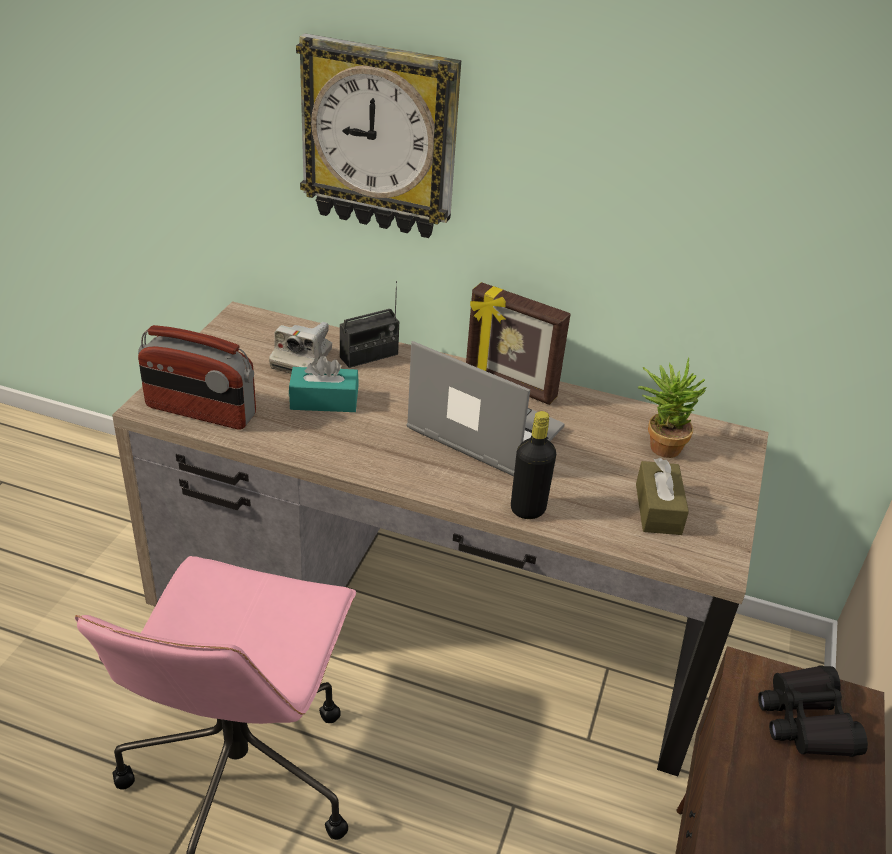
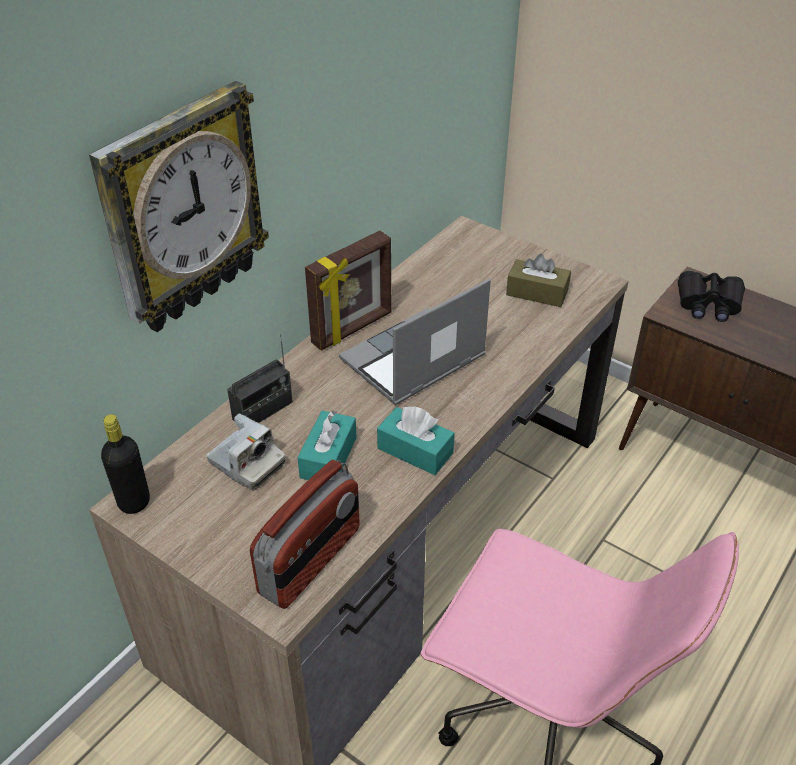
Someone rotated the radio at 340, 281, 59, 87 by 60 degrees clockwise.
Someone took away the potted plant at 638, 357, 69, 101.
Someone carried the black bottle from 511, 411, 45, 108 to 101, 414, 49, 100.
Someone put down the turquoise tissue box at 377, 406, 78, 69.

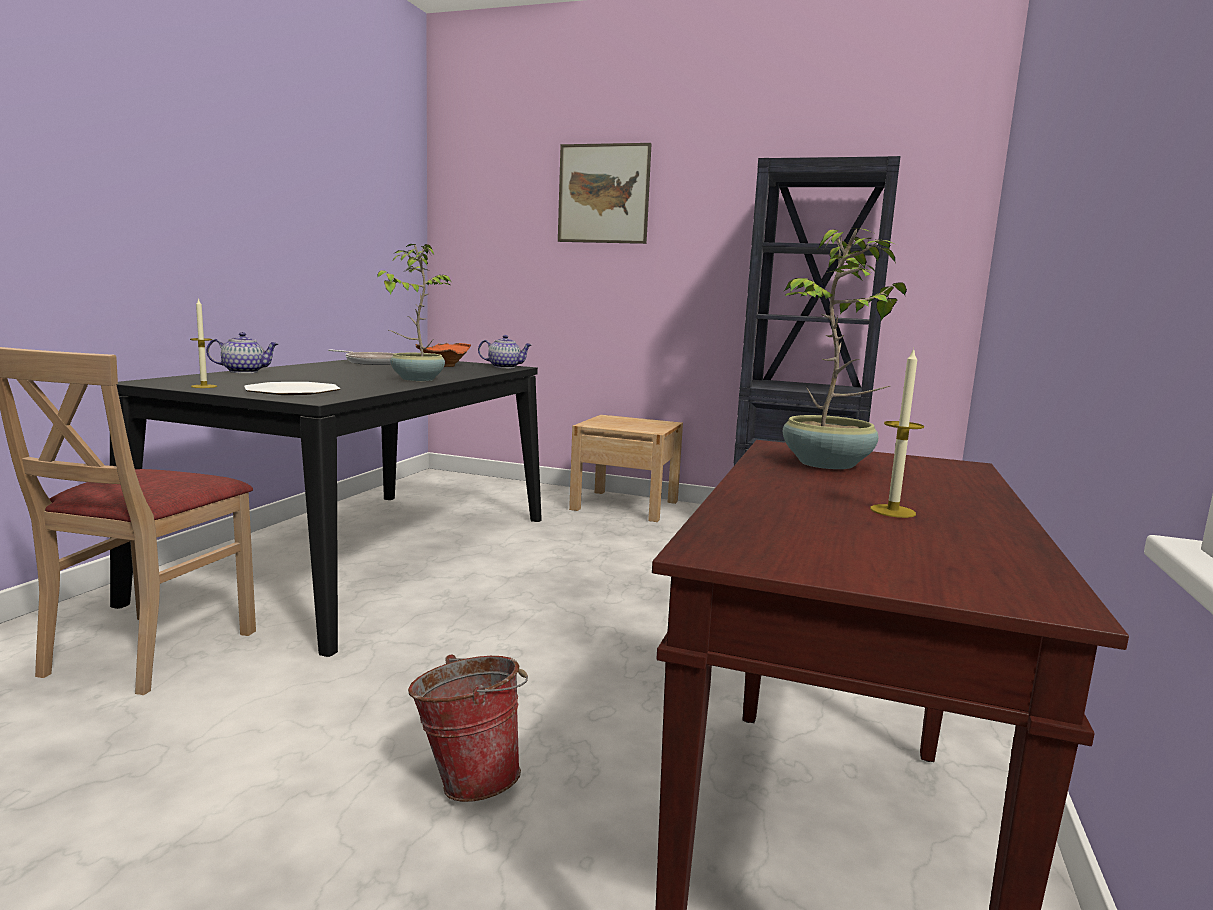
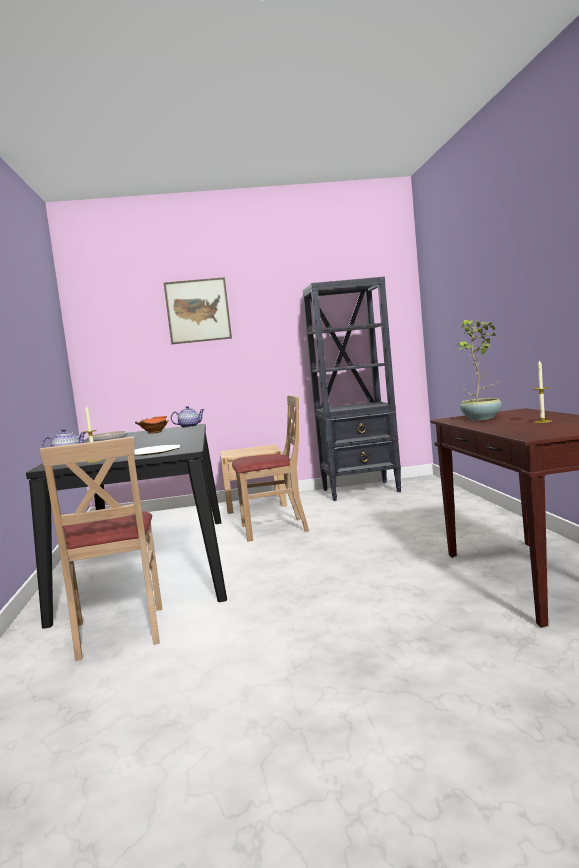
Someone took away the potted plant at 377, 244, 74, 137.
Someone took away the bucket at 408, 654, 120, 148.
Someone put down the beige chair at 232, 395, 77, 147.

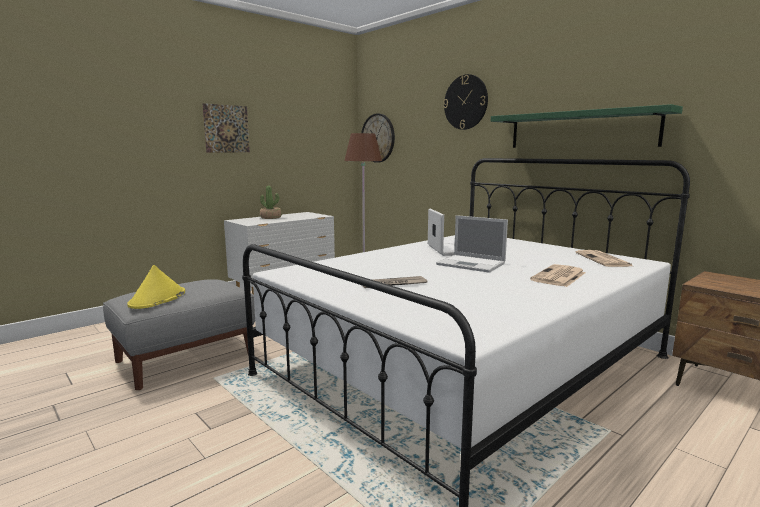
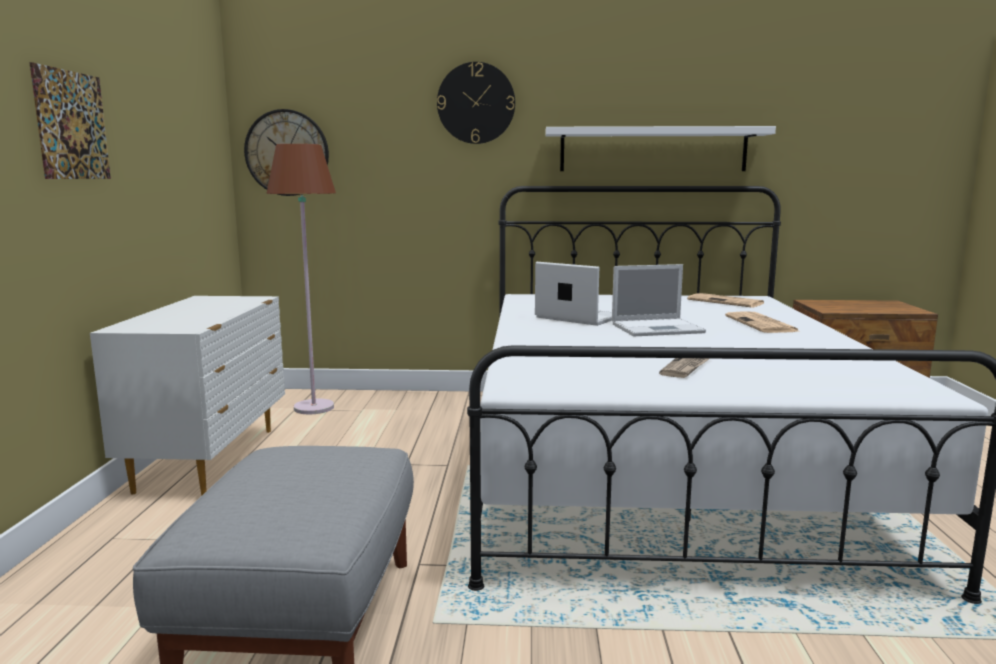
Someone repainted the green shelf at 491, 104, 192, 44, which became the white shelf at 545, 126, 231, 45.
Someone took away the potted plant at 260, 186, 22, 33.
Someone took away the yellow hat at 127, 265, 58, 44.

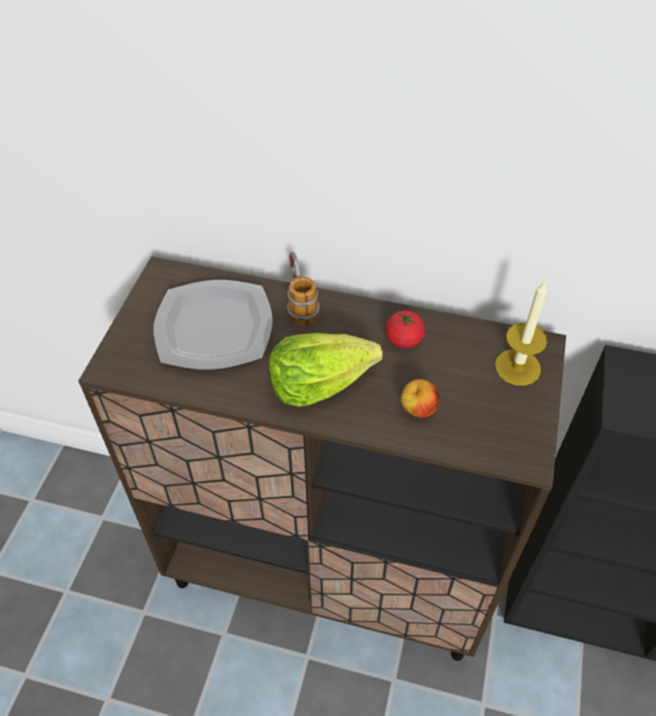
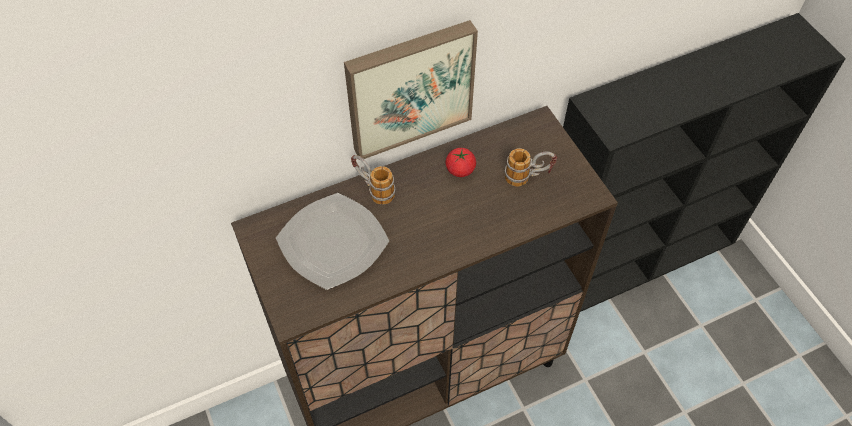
Someone took away the candle at 495, 281, 53, 105.
Someone took away the lettuce at 268, 333, 115, 74.
Someone took away the apple at 401, 379, 39, 39.
Someone put up the picture at 344, 20, 134, 139.
Someone put down the mug at 505, 148, 52, 38.

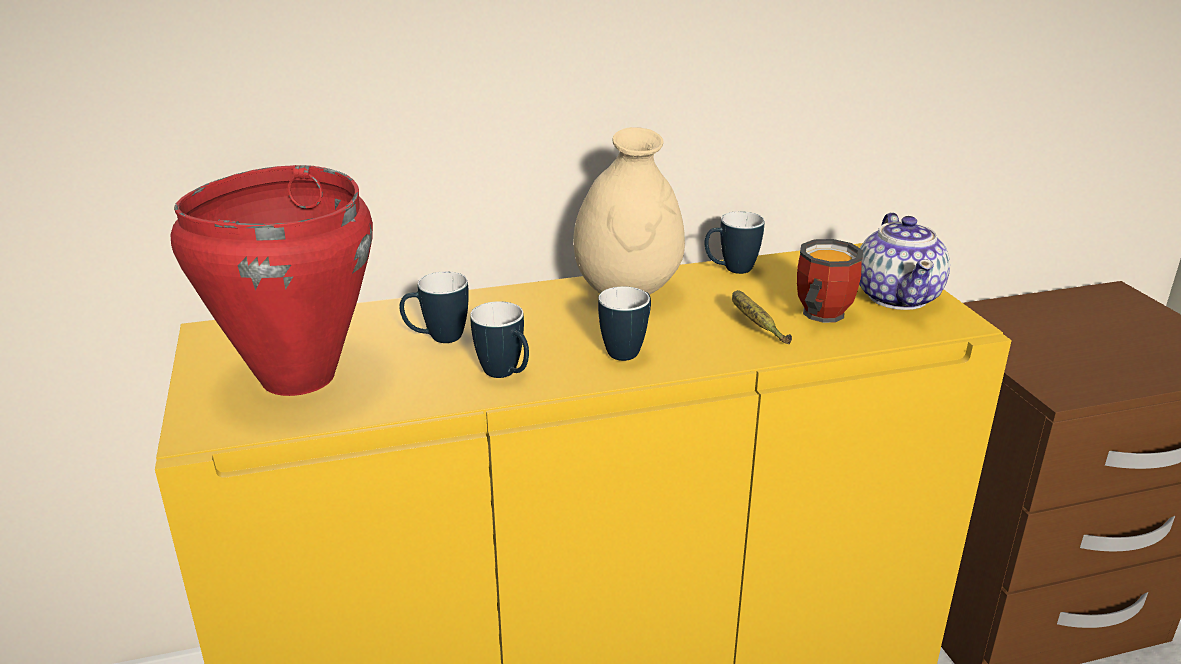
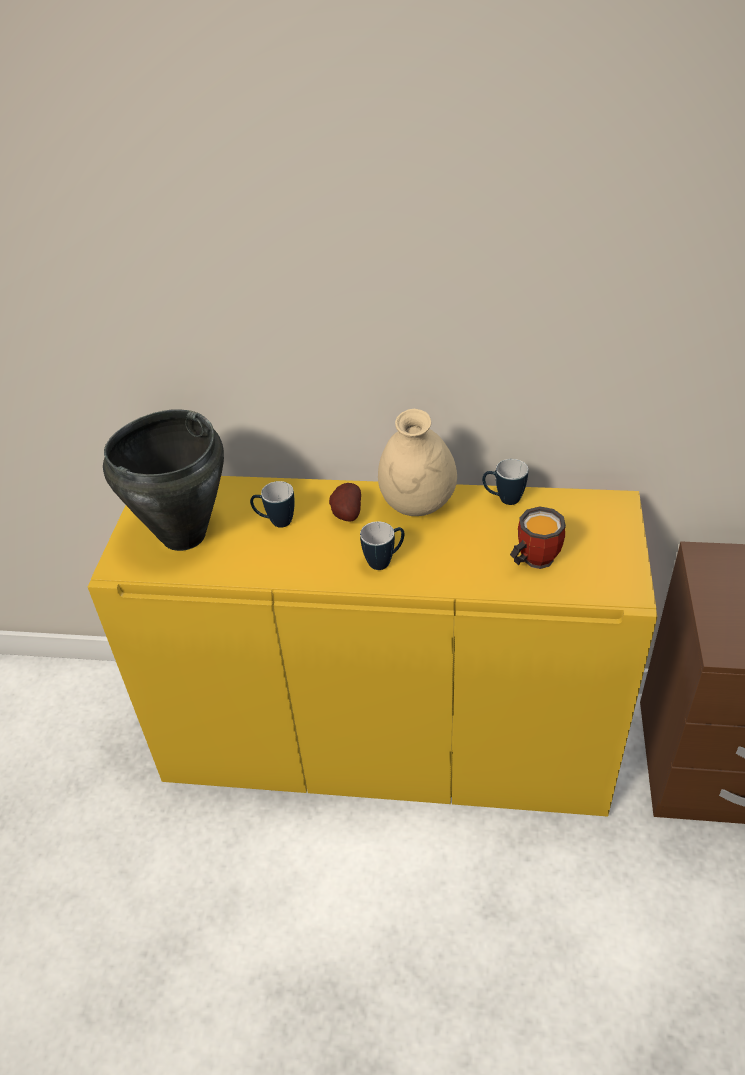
Someone repainted the red cooking pot at 170, 165, 203, 231, which became the black cooking pot at 103, 409, 121, 142.
Someone took away the teapot at 859, 212, 91, 98.
Someone took away the banana at 732, 290, 60, 55.
Someone took away the mug at 470, 301, 59, 77.
Someone put down the potato at 329, 483, 32, 38.

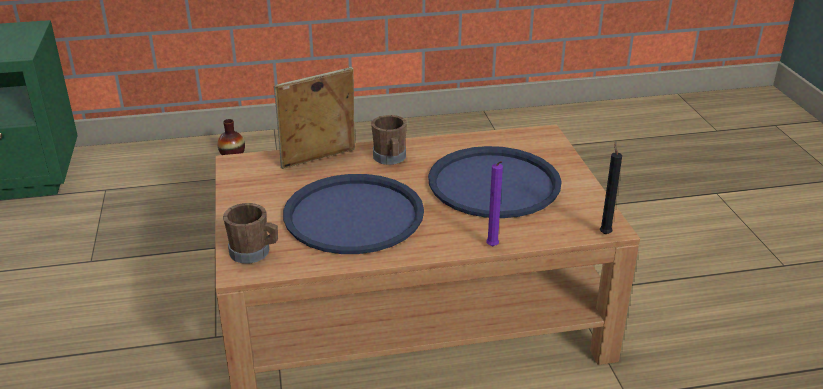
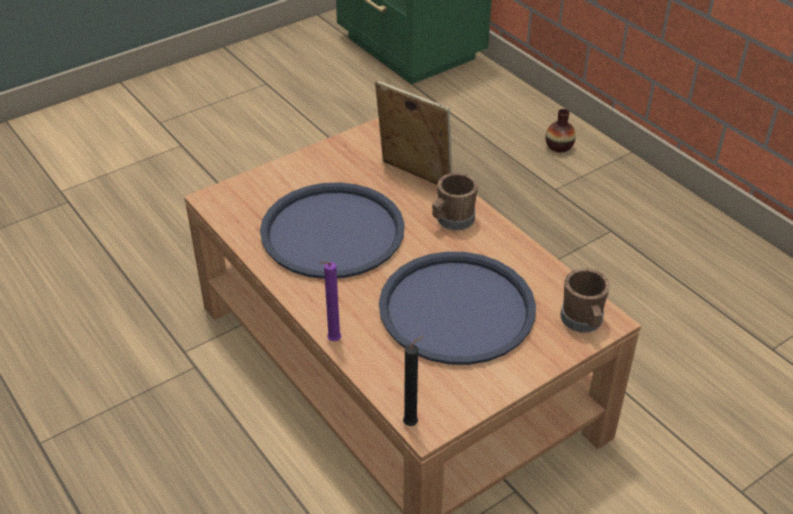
Someone carried the brown mug from 223, 203, 55, 61 to 560, 268, 50, 65.

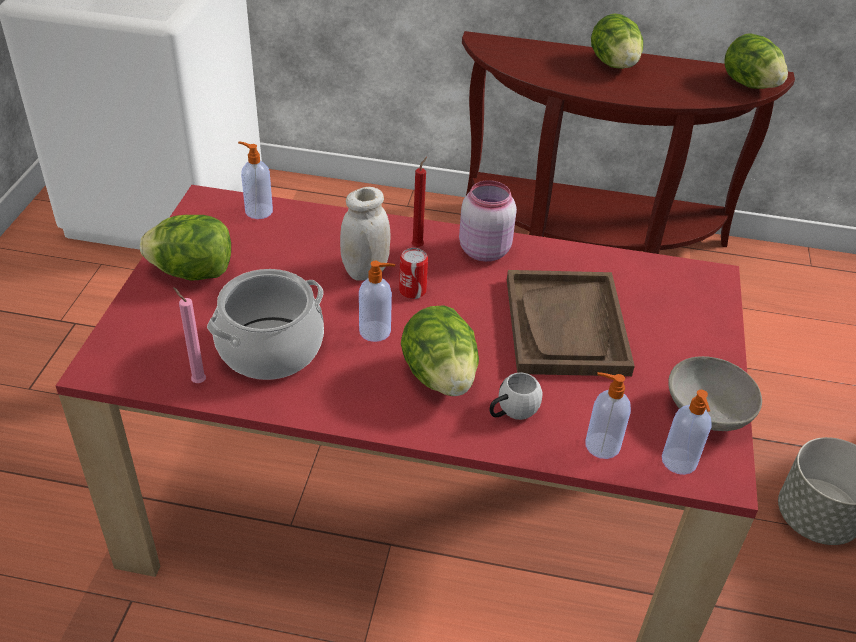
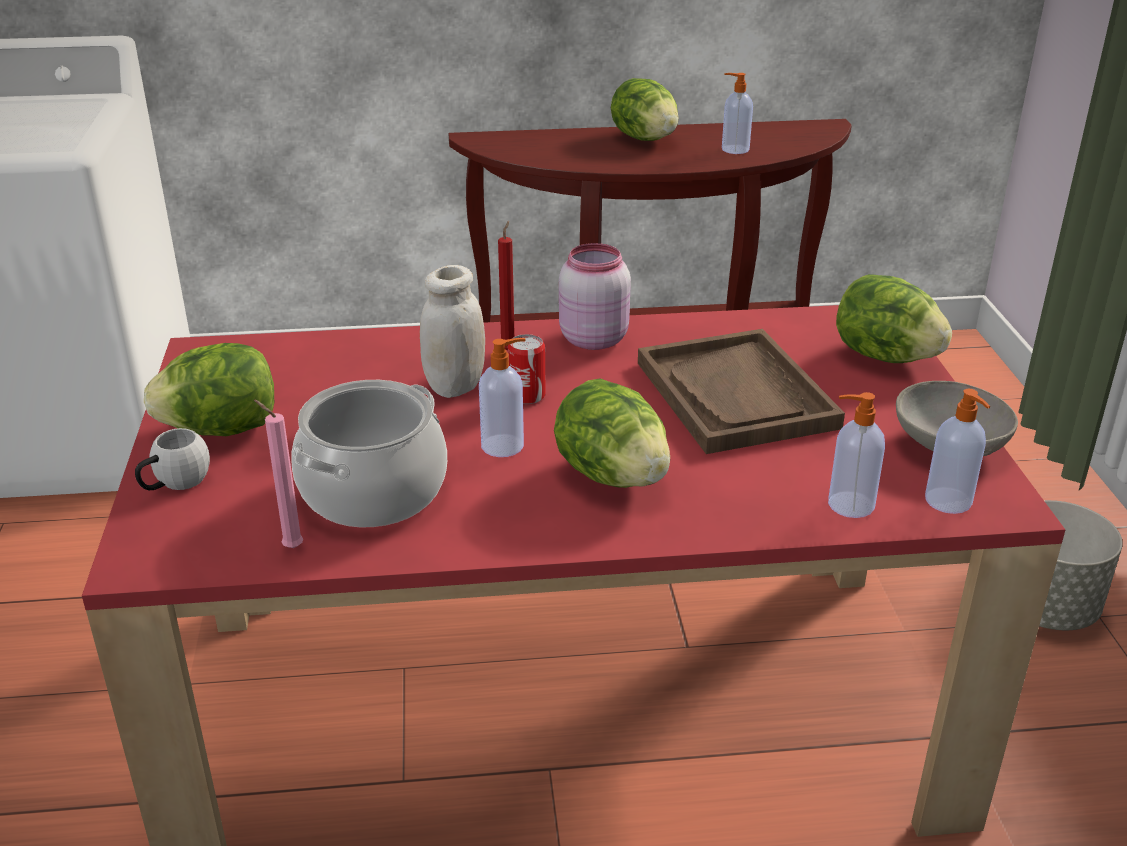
Someone carried the lettuce from 724, 34, 64, 55 to 836, 274, 116, 89.
Someone carried the soap dispenser from 238, 141, 35, 78 to 722, 73, 31, 81.
Someone carried the white mug from 490, 372, 52, 48 to 135, 428, 75, 62.

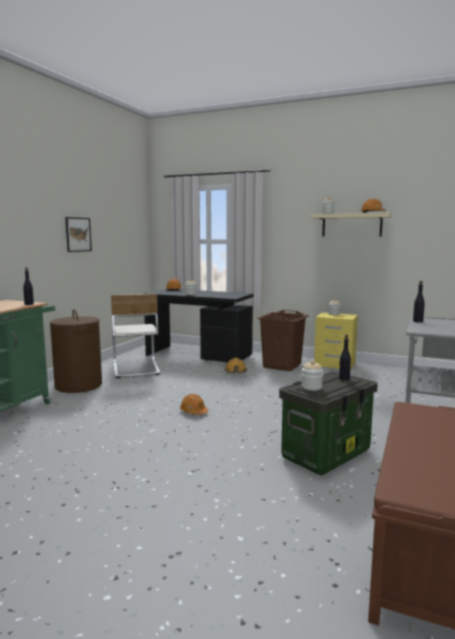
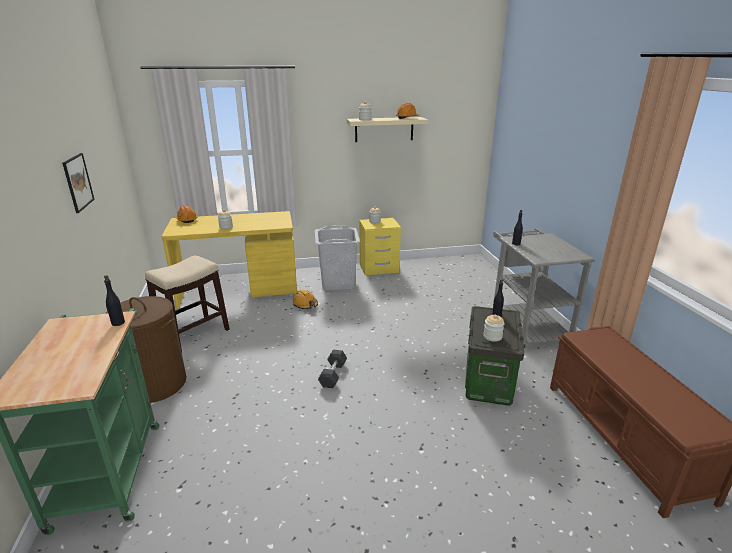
Someone repainted the black desk at 144, 289, 110, 73, which became the yellow desk at 162, 211, 135, 98.
Someone swapped the beige chair at 111, 293, 49, 85 for the stool at 145, 256, 85, 96.
Someone repainted the brown laundry basket at 257, 310, 52, 61, which became the grey laundry basket at 315, 225, 45, 66.
Someone swapped the orange hard hat at 180, 394, 29, 21 for the black dumbbell at 318, 349, 29, 39.

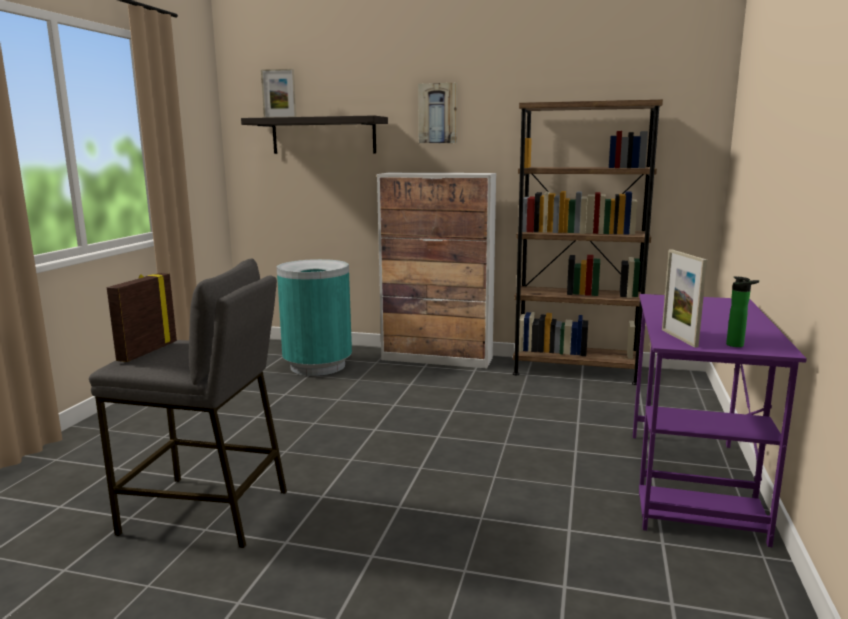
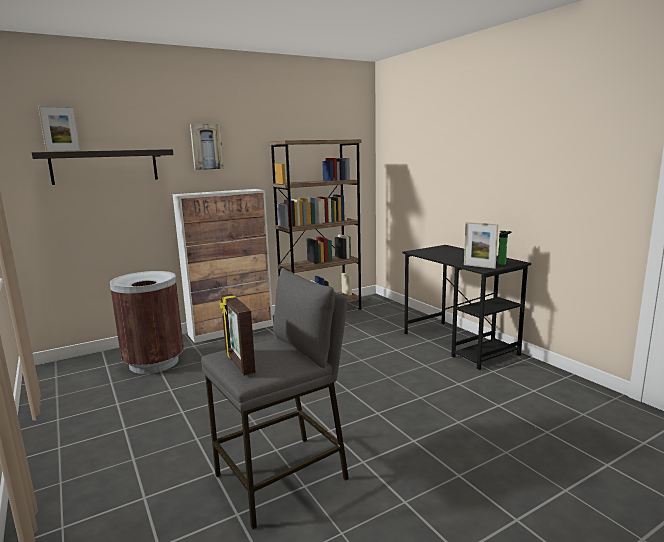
Someone repainted the turquoise trash can at 277, 259, 75, 117, which became the brown trash can at 110, 271, 74, 103.
Someone repainted the purple desk at 633, 294, 174, 253, which became the black desk at 403, 245, 128, 125.

